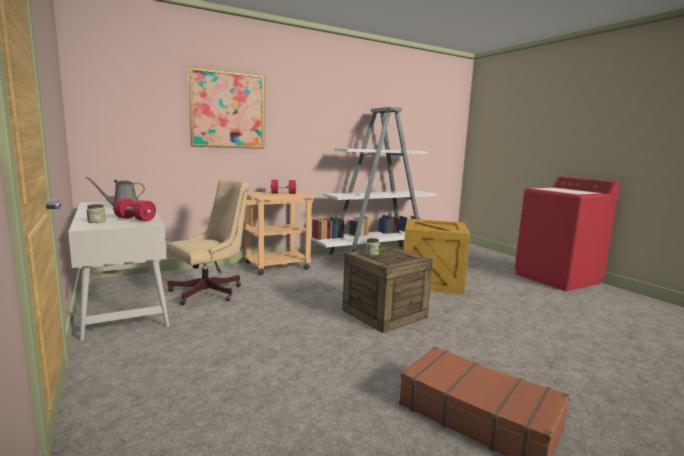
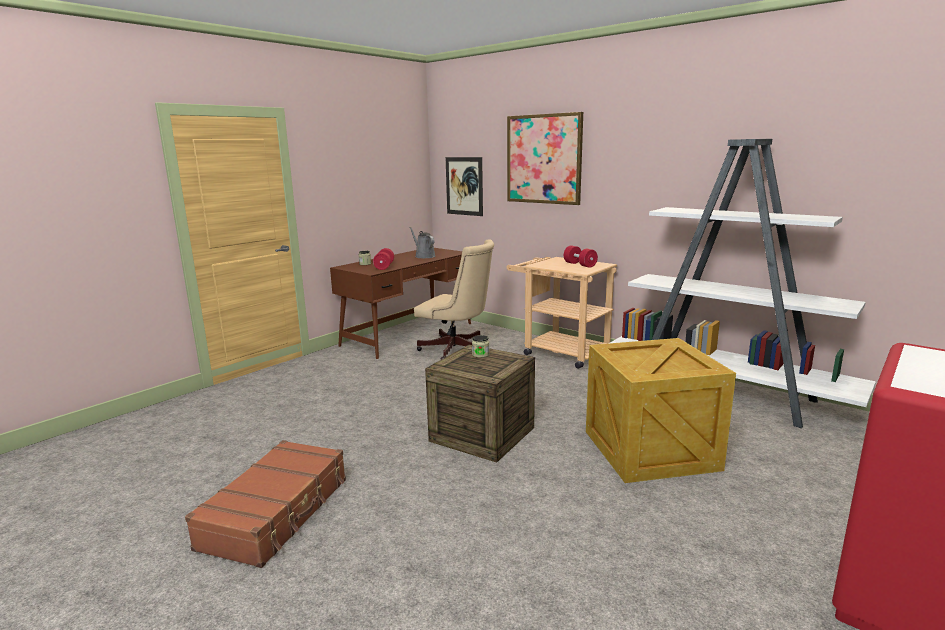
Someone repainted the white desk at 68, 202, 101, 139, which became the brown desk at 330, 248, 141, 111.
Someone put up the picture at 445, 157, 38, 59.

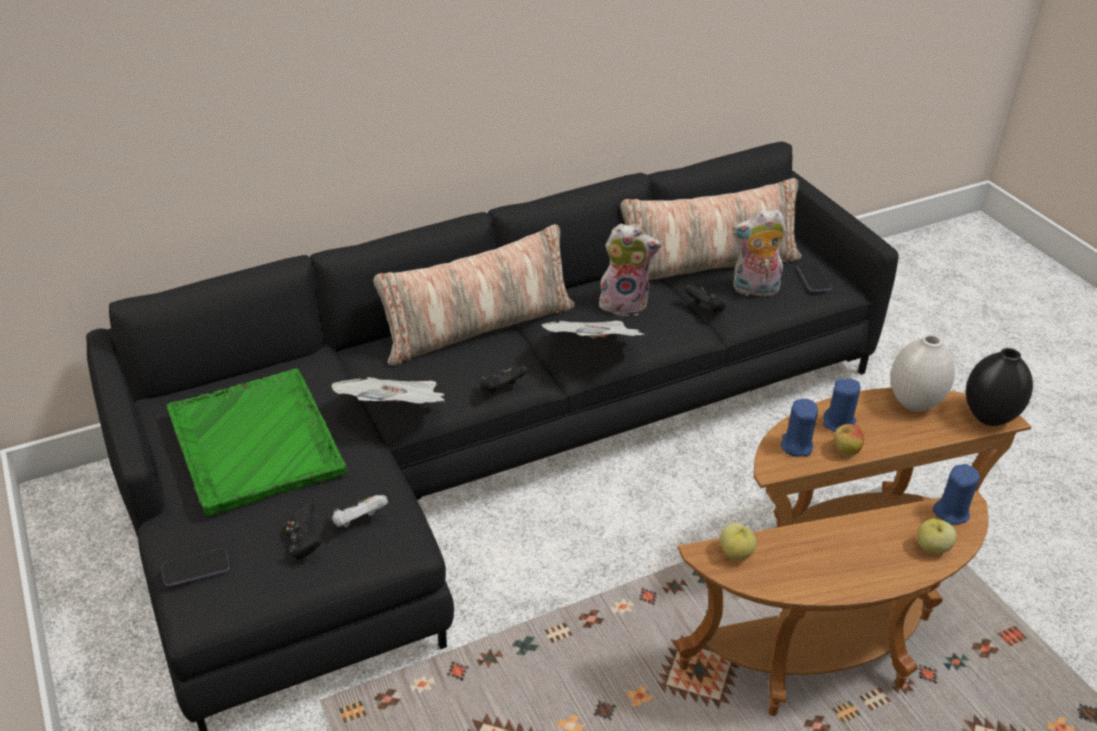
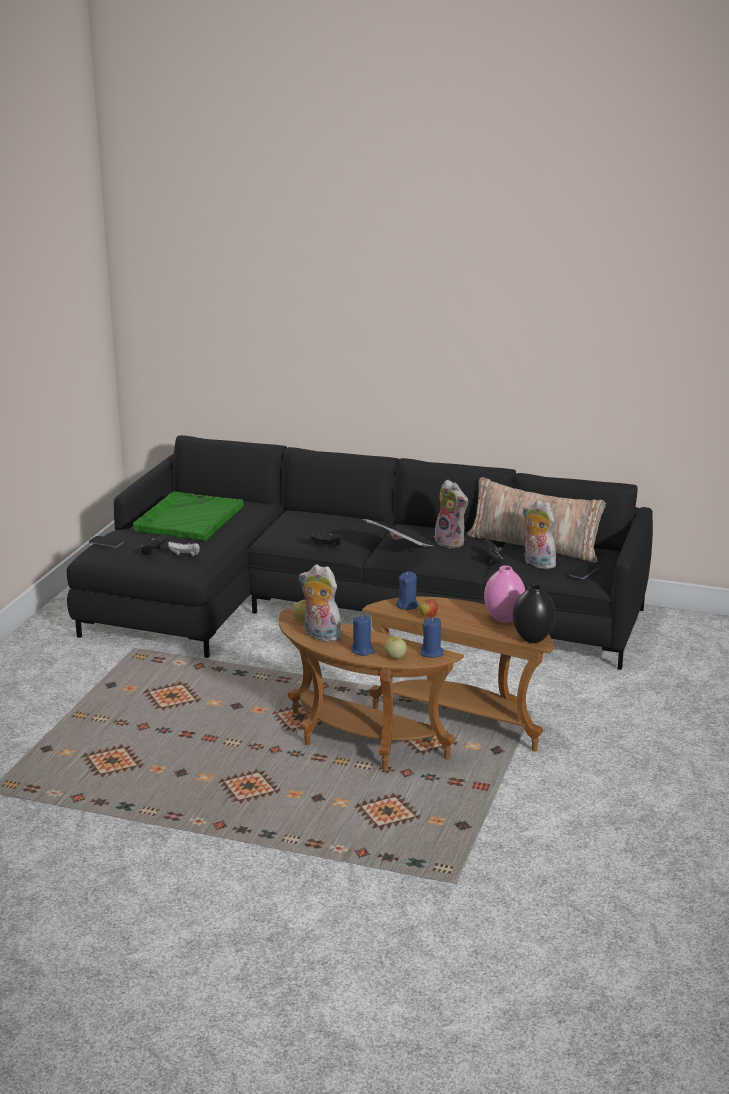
Someone took away the pillow at 373, 224, 202, 142.
Someone repainted the white vase at 891, 334, 64, 78, which became the pink vase at 484, 565, 41, 58.
Someone took away the newspaper at 331, 377, 115, 27.
Someone carried the blue candle from 823, 378, 37, 54 to 351, 615, 24, 41.
Someone put down the plush toy at 299, 564, 45, 79.

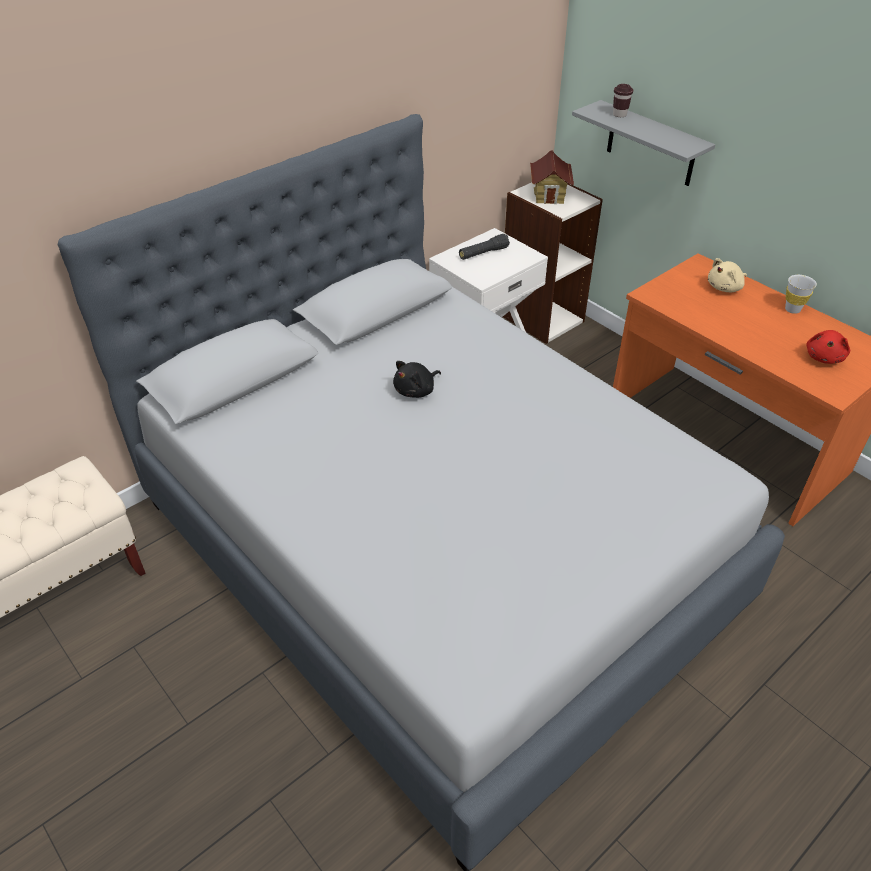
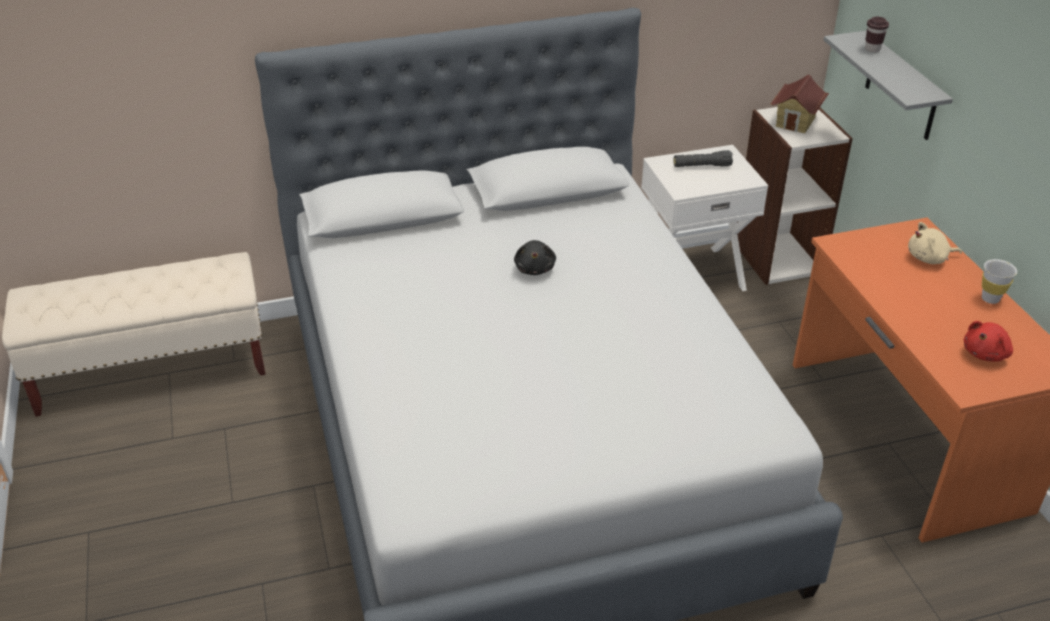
Someone rotated the black plush toy at 393, 361, 48, 37 by 75 degrees counterclockwise.

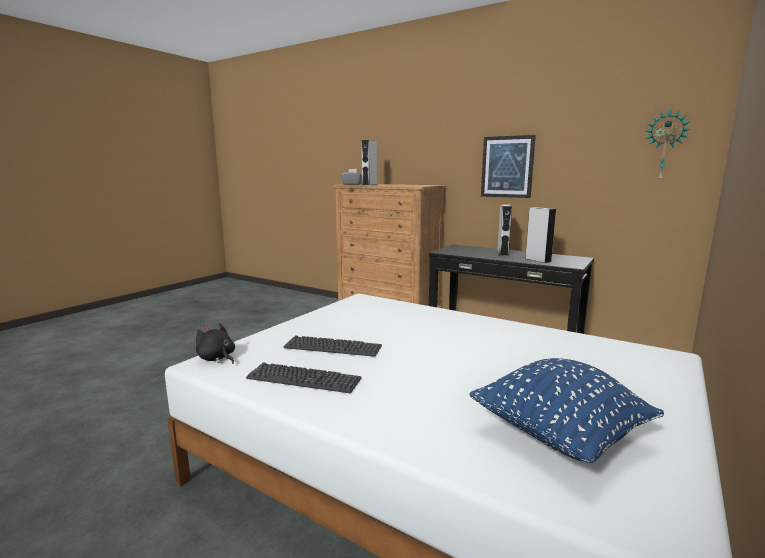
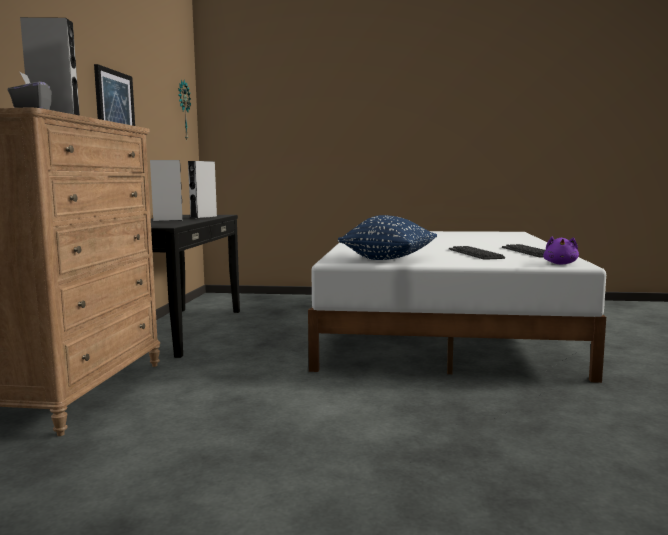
Someone repainted the black plush toy at 196, 323, 39, 41, which became the purple plush toy at 543, 236, 36, 28.
Someone carried the blue pillow from 469, 358, 195, 105 to 338, 215, 99, 45.

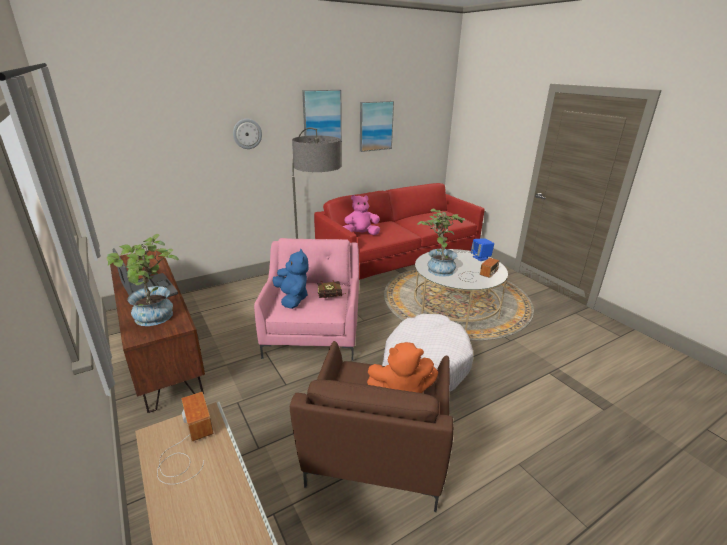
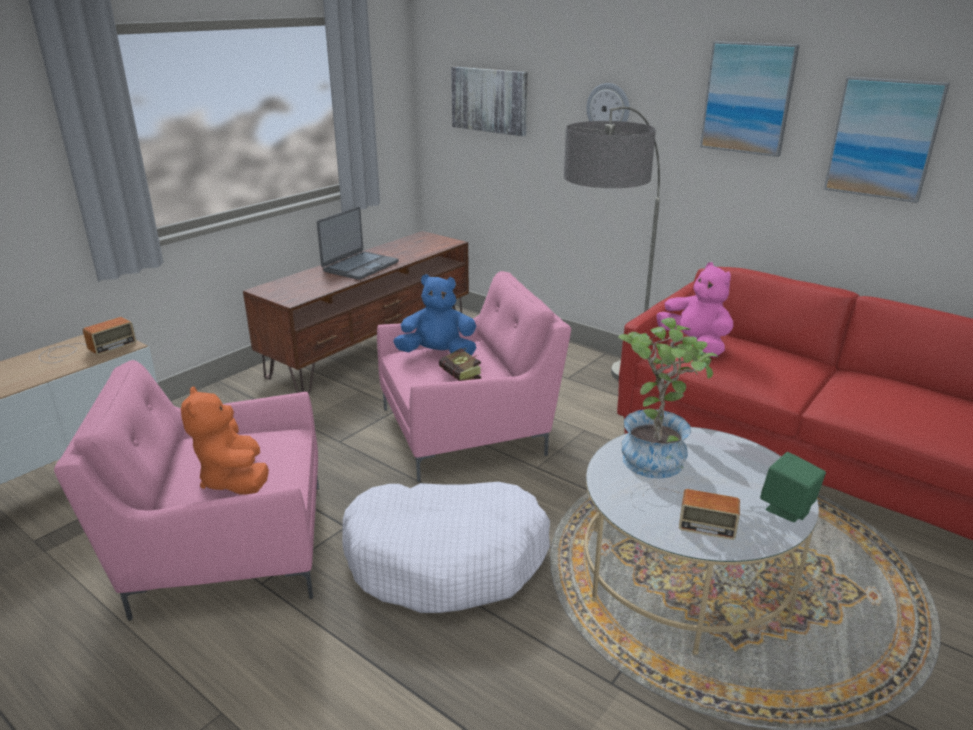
Someone took away the potted plant at 106, 234, 73, 92.
Someone repainted the blue speaker at 471, 238, 23, 23, which became the green speaker at 760, 452, 66, 70.
Someone rotated the blue plush toy at 273, 249, 36, 60 by 135 degrees counterclockwise.
Someone repainted the brown armchair at 290, 341, 164, 171, which became the pink armchair at 54, 360, 265, 261.
Someone put up the picture at 451, 67, 77, 69.

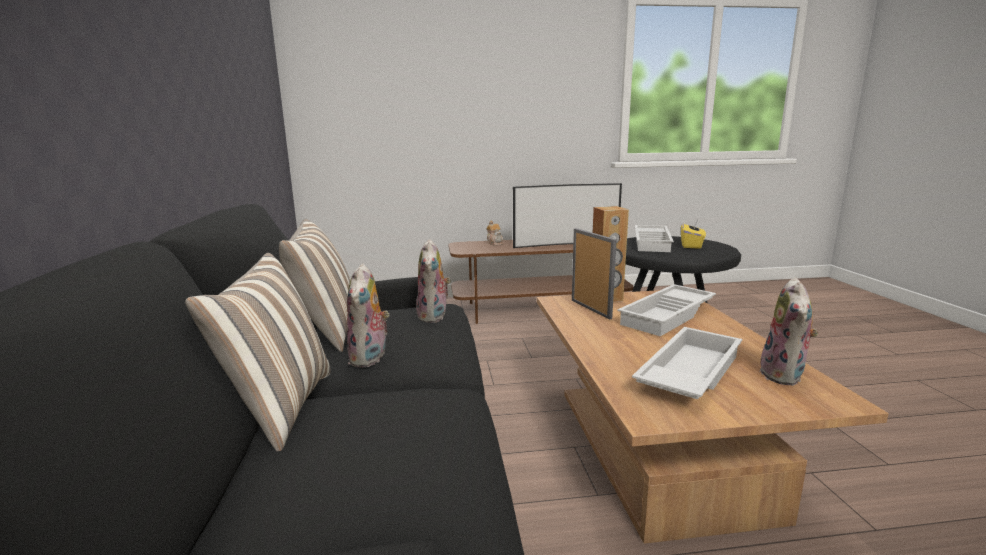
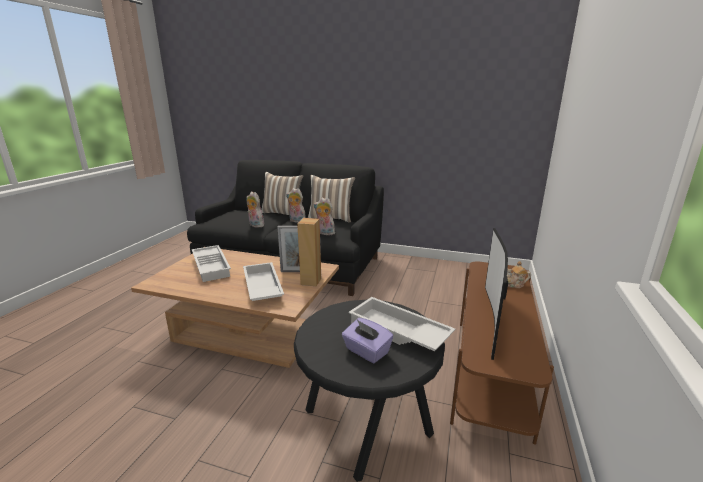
Someone repainted the yellow tissue box at 681, 220, 25, 29, which became the purple tissue box at 342, 318, 52, 45.
Someone carried the plush toy from 760, 277, 58, 109 to 246, 191, 18, 37.

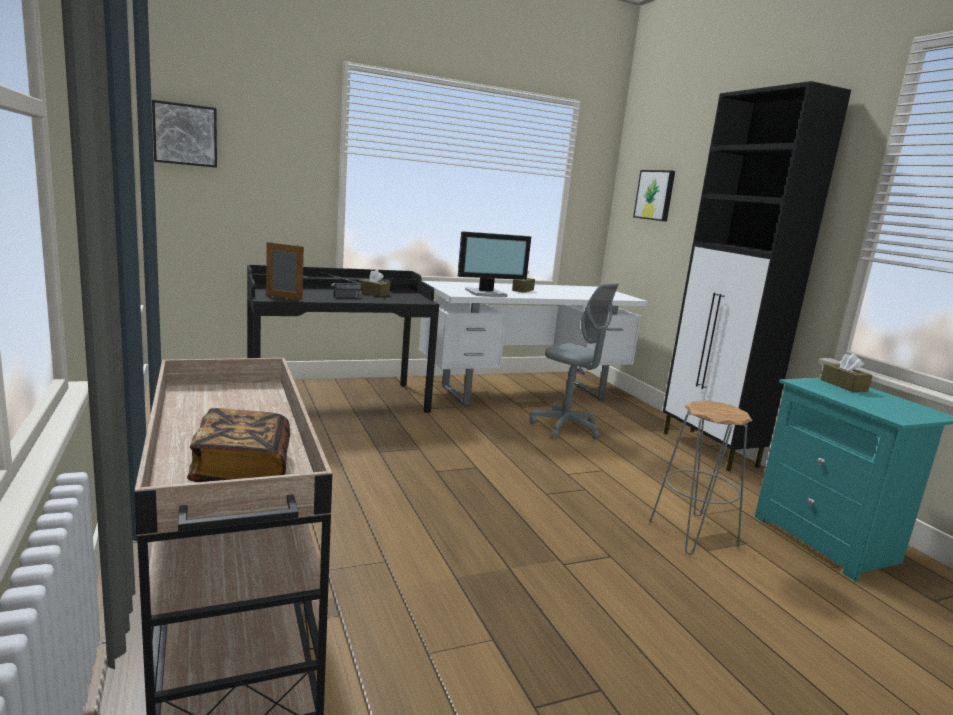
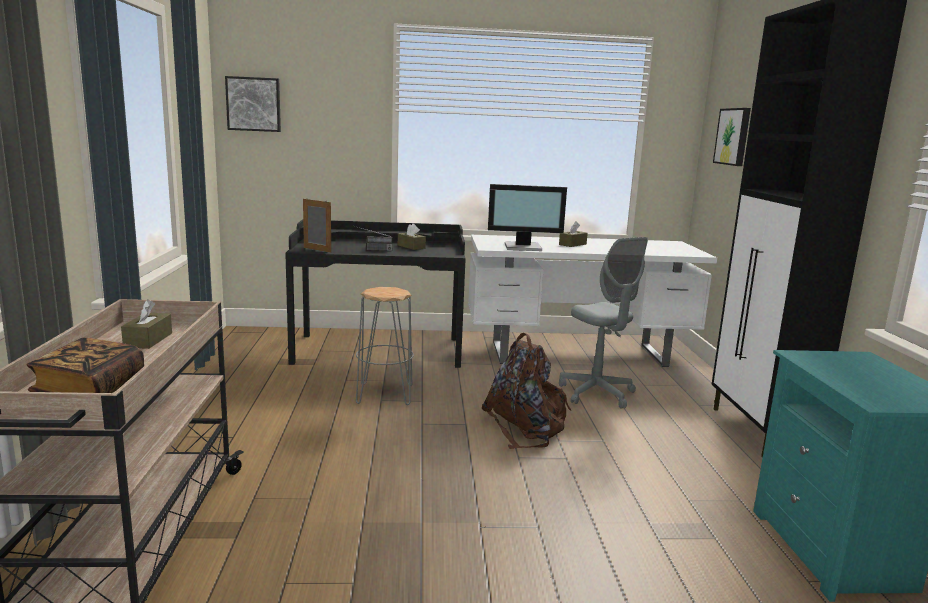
Someone carried the brown tissue box from 820, 353, 53, 39 to 121, 299, 51, 50.
Someone carried the grey stool from 649, 400, 103, 155 to 356, 287, 58, 118.
Someone put down the brown backpack at 481, 333, 90, 116.

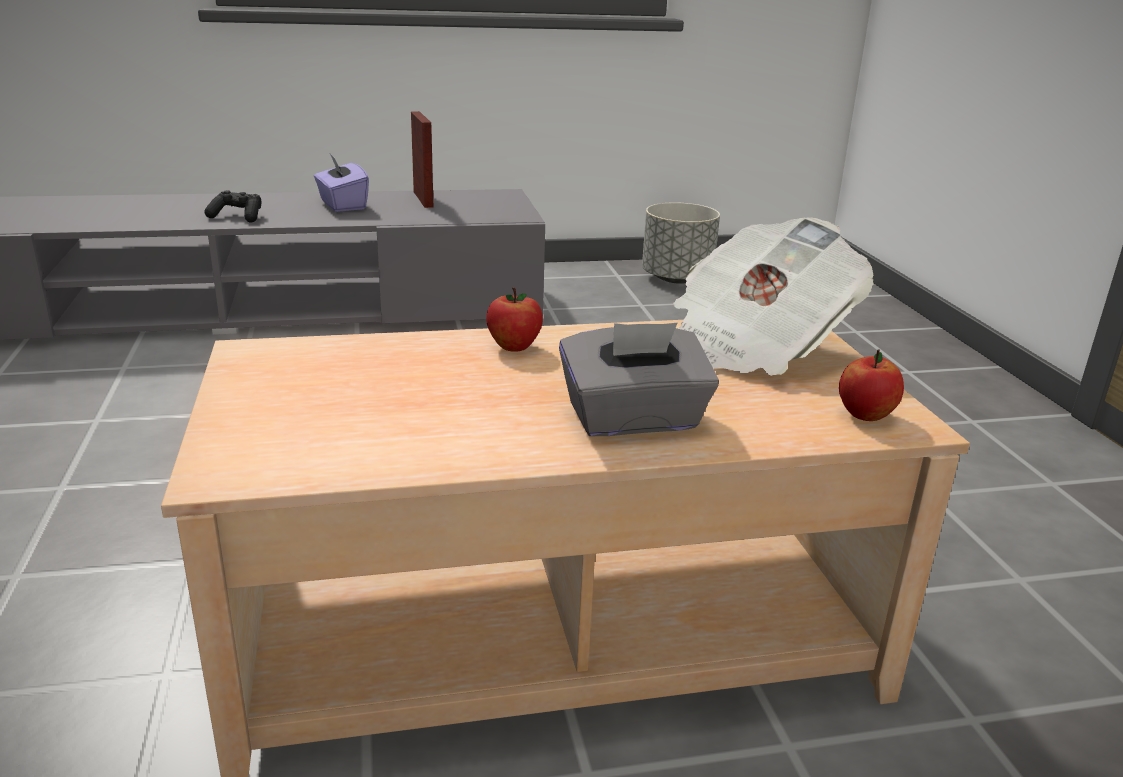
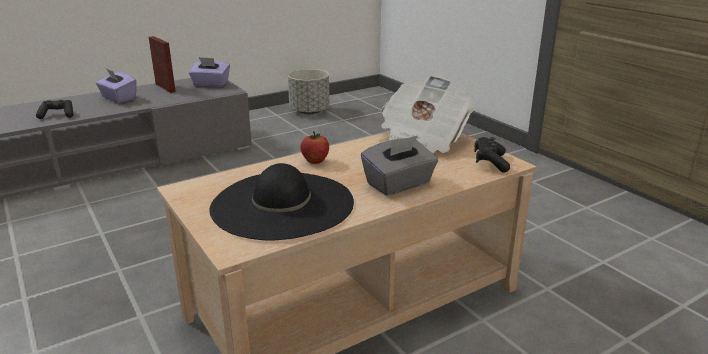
Someone swapped the apple at 839, 349, 65, 72 for the black game controller at 474, 137, 36, 35.
Someone put down the purple tissue box at 188, 57, 42, 30.
Someone put down the black hat at 209, 163, 145, 77.

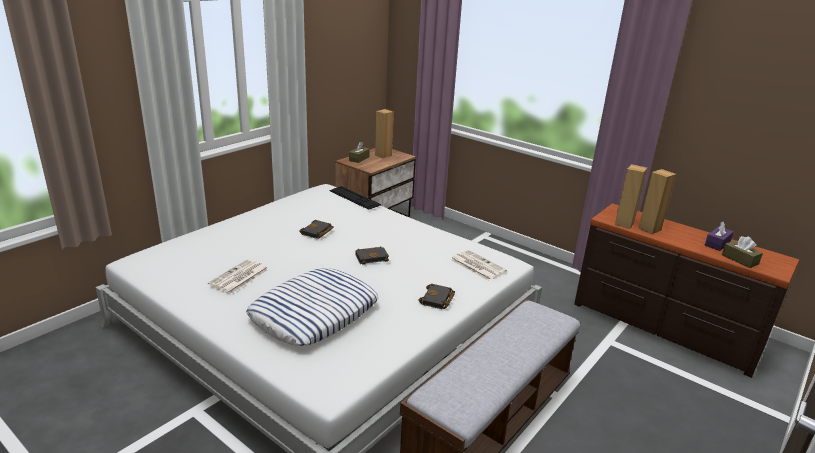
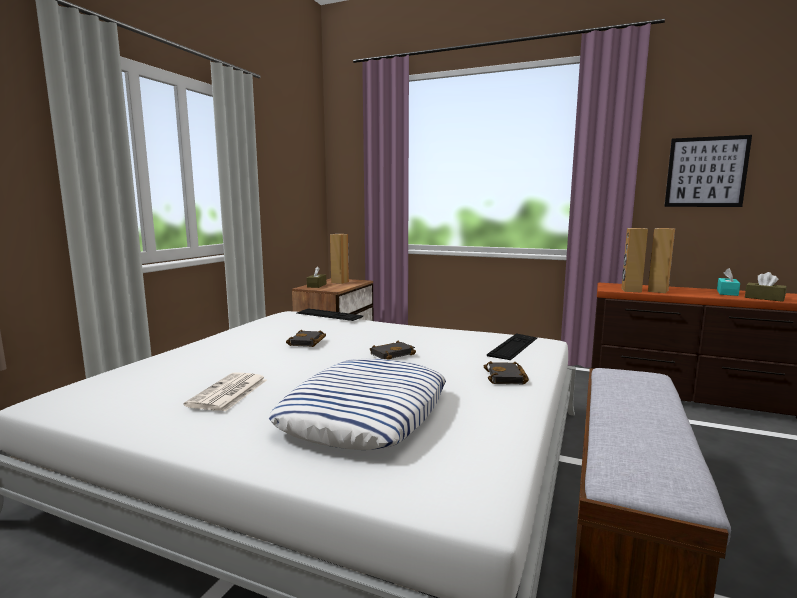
Someone repainted the purple tissue box at 705, 221, 29, 30, which became the turquoise tissue box at 717, 268, 23, 28.
Someone swapped the newspaper at 451, 250, 56, 31 for the keyboard at 487, 333, 50, 27.
Someone put up the picture at 664, 135, 88, 72.

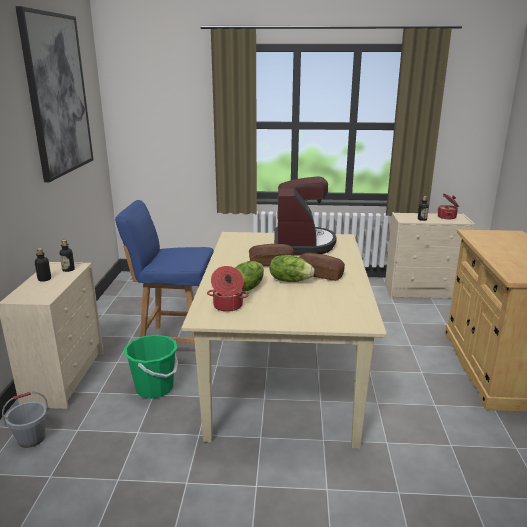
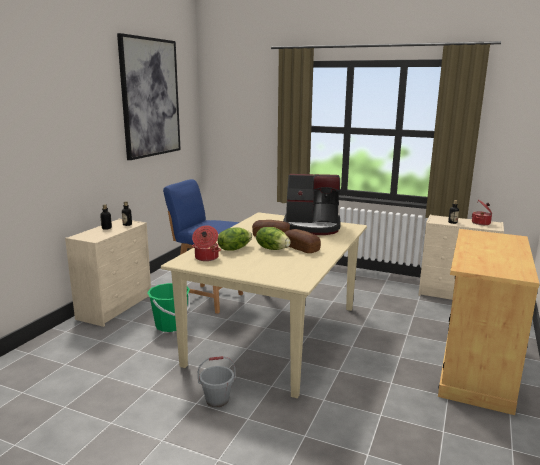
Someone rotated the coffee machine at 274, 176, 63, 80 by 75 degrees clockwise.
Someone carried the grey bucket from 2, 392, 47, 56 to 198, 356, 37, 51.

